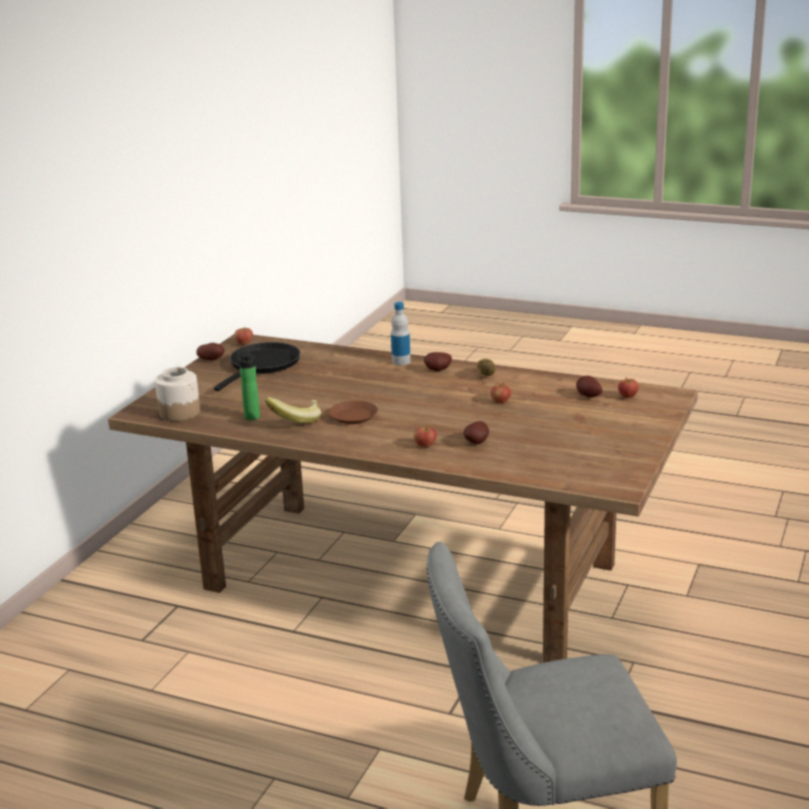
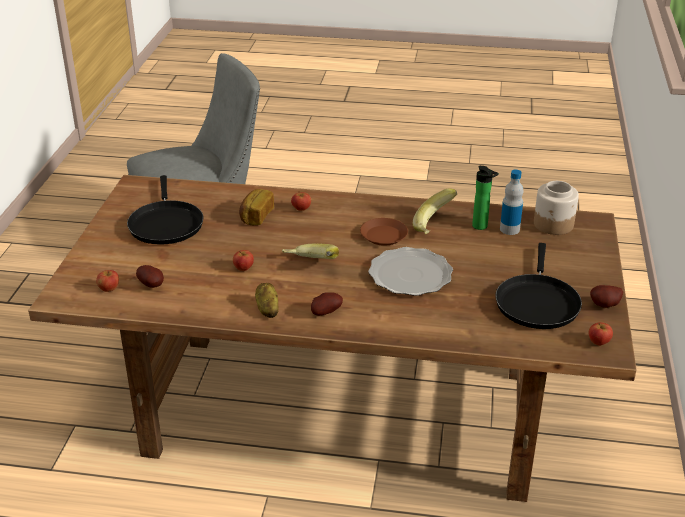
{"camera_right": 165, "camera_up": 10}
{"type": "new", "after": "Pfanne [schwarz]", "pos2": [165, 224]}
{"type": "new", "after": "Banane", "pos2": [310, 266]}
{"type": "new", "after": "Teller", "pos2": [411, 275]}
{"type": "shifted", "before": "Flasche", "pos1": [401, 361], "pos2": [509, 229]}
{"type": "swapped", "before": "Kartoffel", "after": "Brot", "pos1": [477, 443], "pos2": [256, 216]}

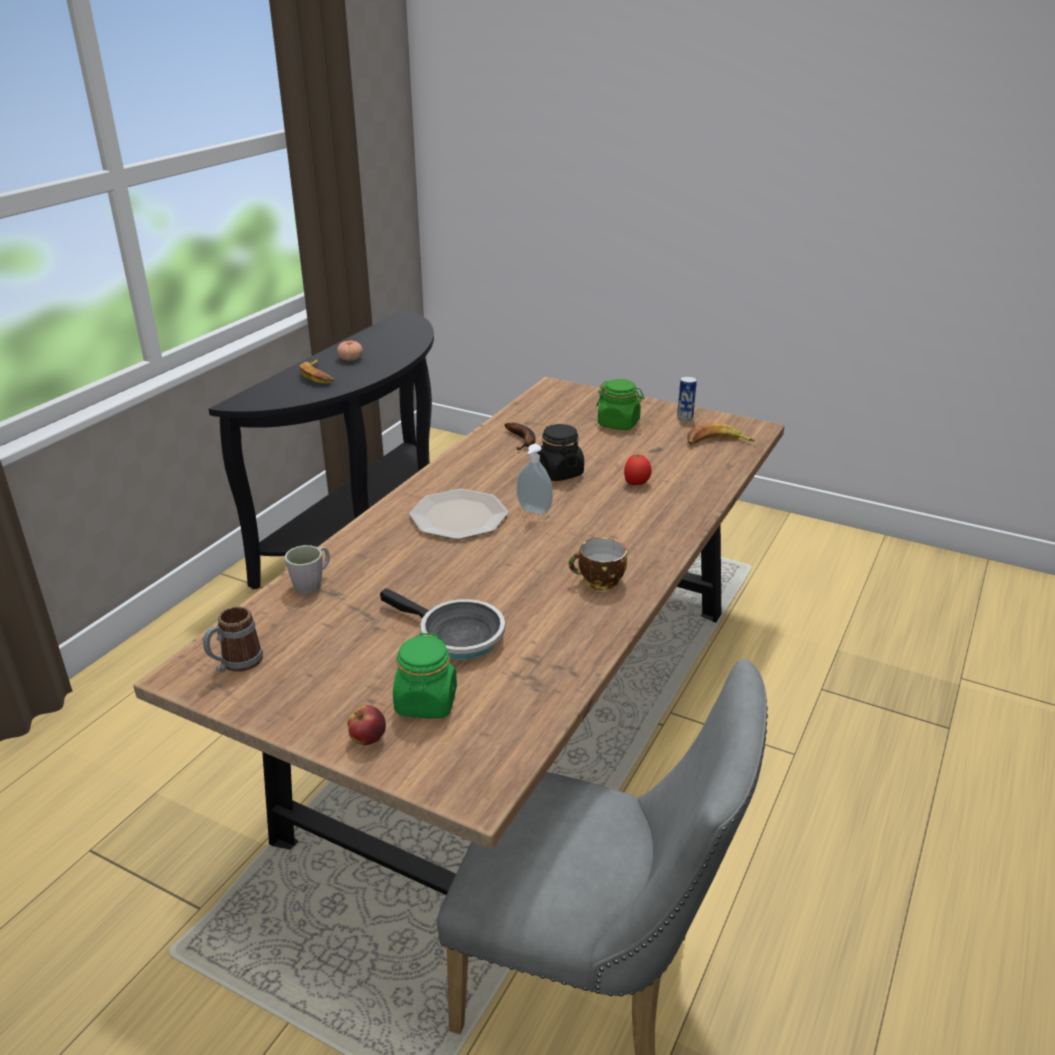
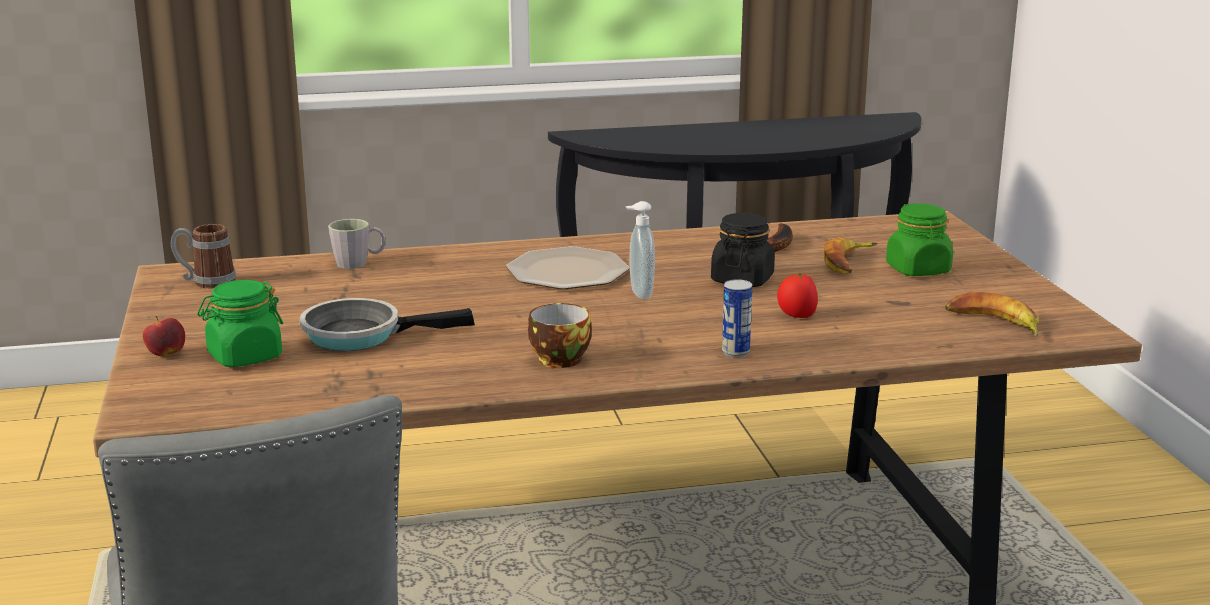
{"camera_right": 50, "camera_up": -10}
{"type": "gone", "before": "Tomate", "pos1": [350, 359]}
{"type": "shifted", "before": "Banane", "pos1": [318, 376], "pos2": [849, 263]}
{"type": "shifted", "before": "Dose", "pos1": [685, 418], "pos2": [735, 352]}
{"type": "rotated", "before": "Pfanne", "pos1": [455, 636], "pos2": [361, 335], "turn": 90}

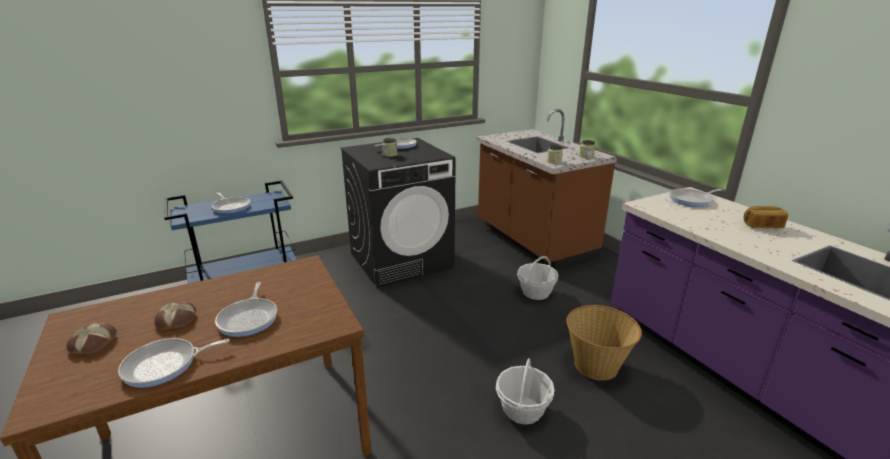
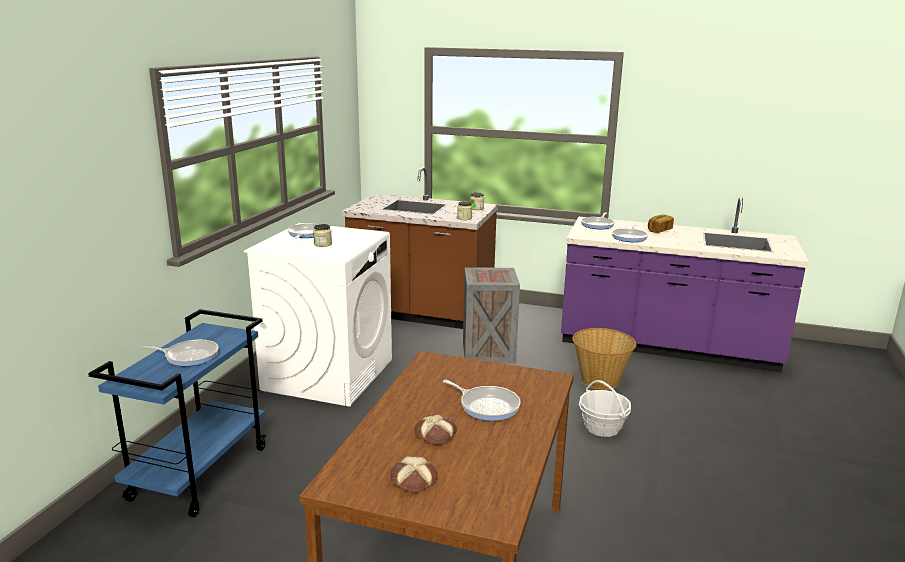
{"camera_right": -45, "camera_up": -5}
{"type": "shifted", "before": "Pfanne", "pos1": [164, 365], "pos2": [630, 237]}
{"type": "swapped", "before": "Korb", "after": "Kiste", "pos1": [535, 292], "pos2": [489, 352]}
{"type": "repainted", "before": "Waschmaschine [schwarz]", "after": "Waschmaschine [weiß]", "pos1": [401, 260], "pos2": [328, 374]}

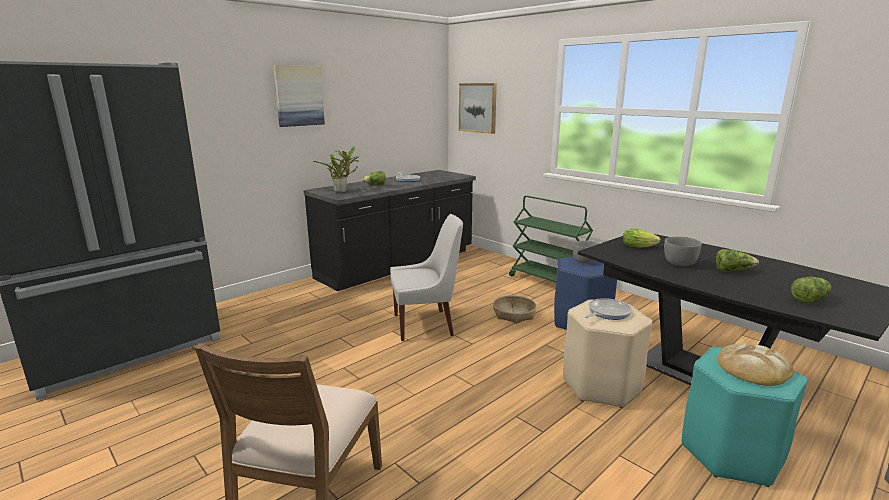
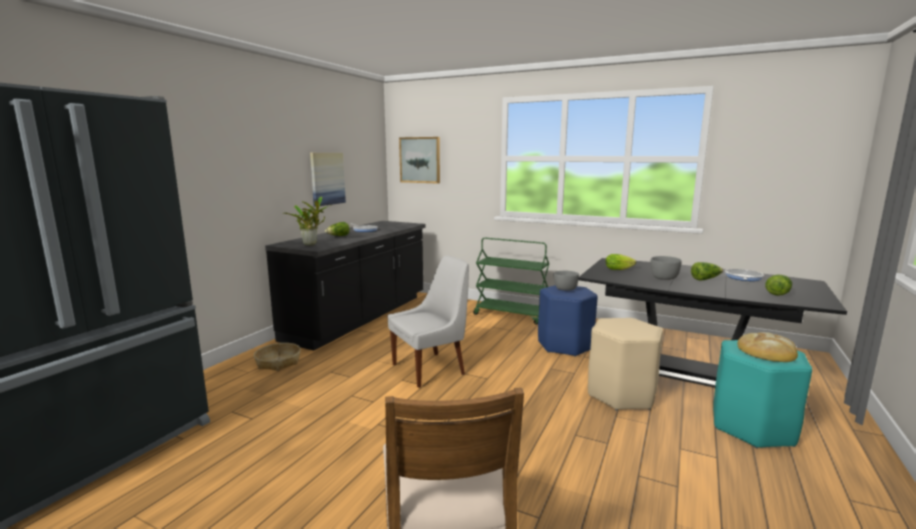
{"camera_right": -20, "camera_up": -5}
{"type": "shifted", "before": "Bild", "pos1": [299, 96], "pos2": [327, 178]}
{"type": "shifted", "before": "Korb", "pos1": [514, 314], "pos2": [278, 362]}
{"type": "shifted", "before": "Pfanne", "pos1": [607, 312], "pos2": [743, 278]}

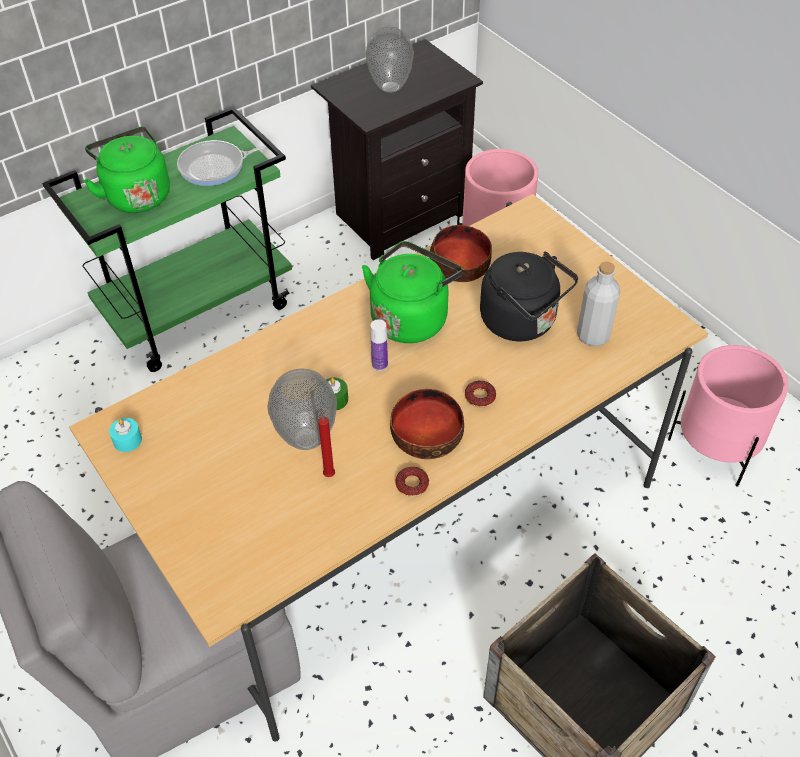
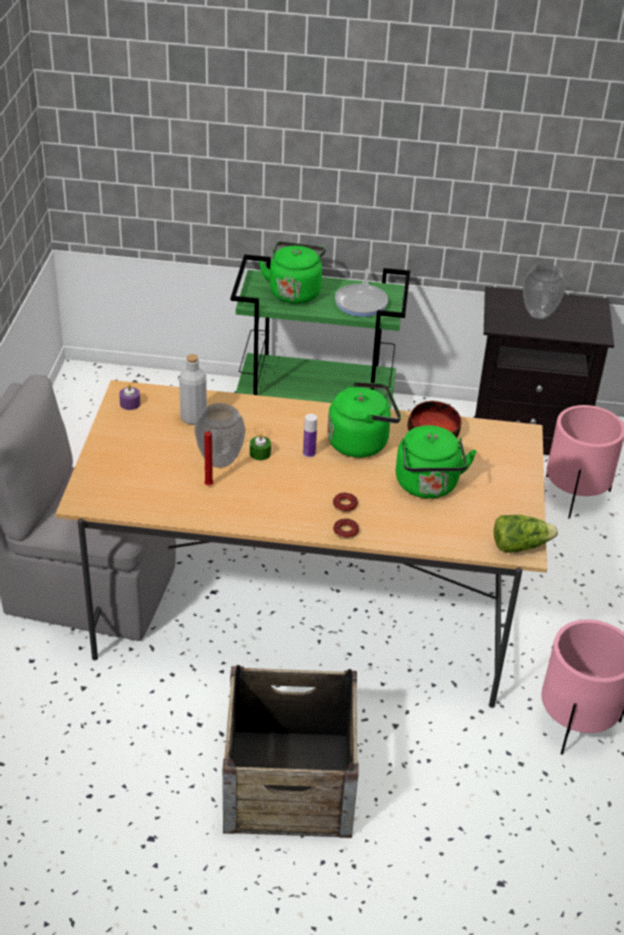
{"camera_right": 40, "camera_up": -10}
{"type": "gone", "before": "Schüssel", "pos1": [426, 434]}
{"type": "new", "after": "Salatkopf", "pos2": [519, 545]}
{"type": "shifted", "before": "Donut", "pos1": [412, 484], "pos2": [345, 531]}
{"type": "shifted", "before": "Flasche [grau]", "pos1": [593, 335], "pos2": [193, 418]}
{"type": "repainted", "before": "Kerze [türkis]", "after": "Kerze [lila]", "pos1": [127, 440], "pos2": [130, 403]}
{"type": "repainted", "before": "Wasserkessel [schwarz]", "after": "Wasserkessel [grün]", "pos1": [522, 322], "pos2": [428, 486]}
{"type": "rotated", "before": "Pfanne", "pos1": [216, 167], "pos2": [362, 302], "turn": -105}

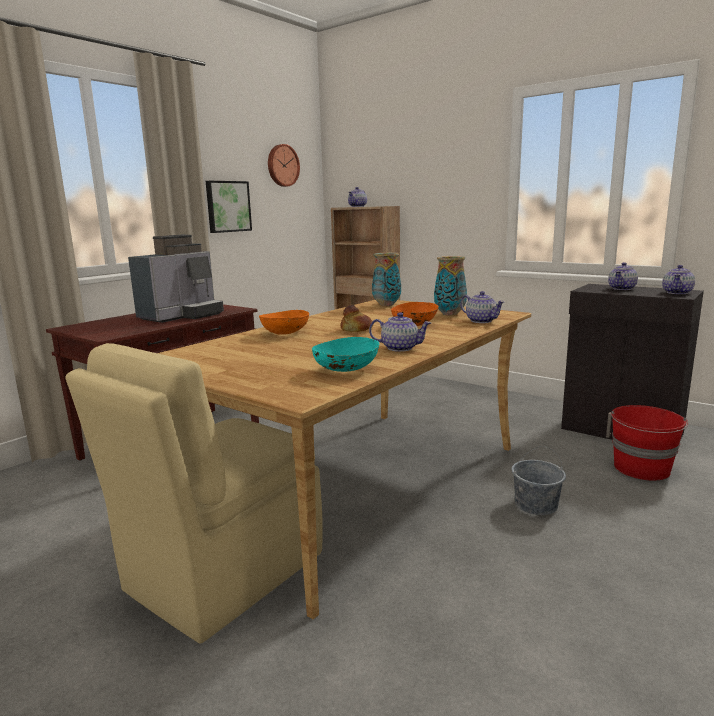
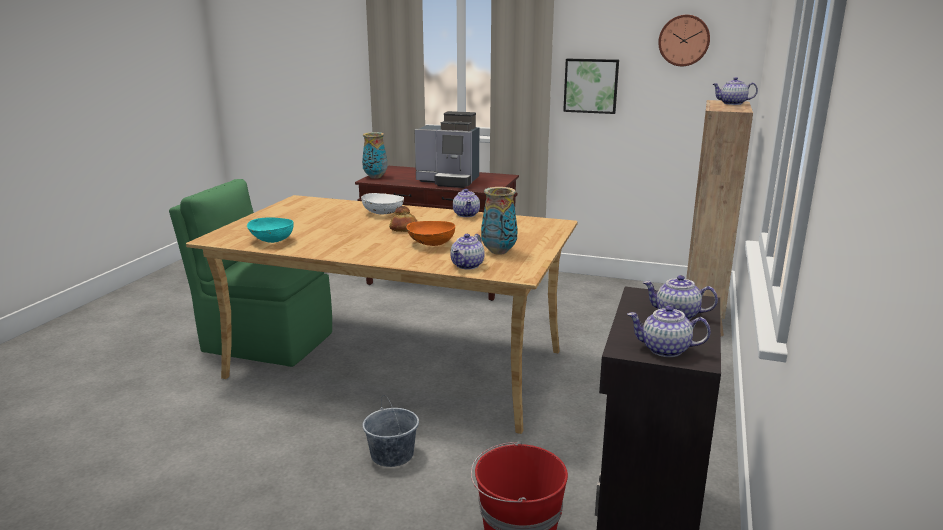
{"camera_right": 70, "camera_up": 5}
{"type": "shifted", "before": "Teekanne", "pos1": [400, 348], "pos2": [466, 215]}
{"type": "shifted", "before": "Vase", "pos1": [386, 305], "pos2": [375, 177]}
{"type": "repainted", "before": "Stuhl [beige]", "after": "Stuhl [grün]", "pos1": [221, 573], "pos2": [265, 341]}
{"type": "repainted", "before": "Schüssel [orange]", "after": "Schüssel [weiß]", "pos1": [285, 333], "pos2": [383, 213]}

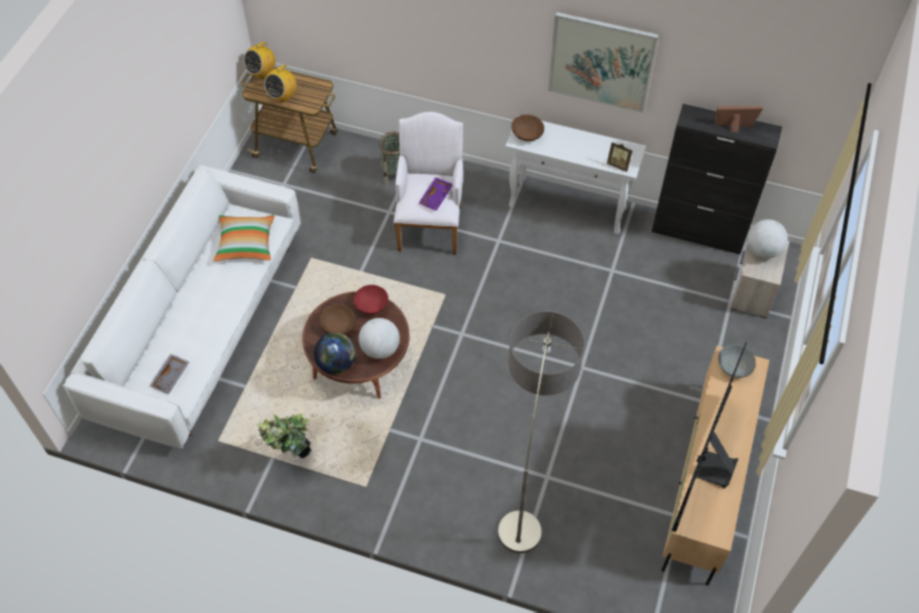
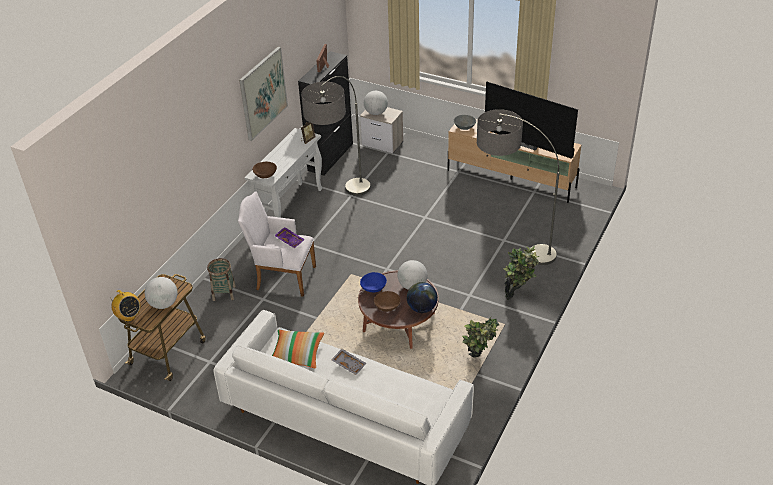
{"camera_right": -80, "camera_up": -15}
{"type": "new", "after": "Stehlampe", "pos2": [341, 204]}
{"type": "new", "after": "Topfpflanze", "pos2": [518, 295]}
{"type": "shifted", "before": "Tablett [grau]", "pos1": [171, 377], "pos2": [349, 364]}
{"type": "swapped", "before": "Radio", "after": "Globus", "pos1": [282, 96], "pos2": [164, 304]}
{"type": "repainted", "before": "Schüssel [rot]", "after": "Schüssel [blau]", "pos1": [372, 305], "pos2": [374, 287]}

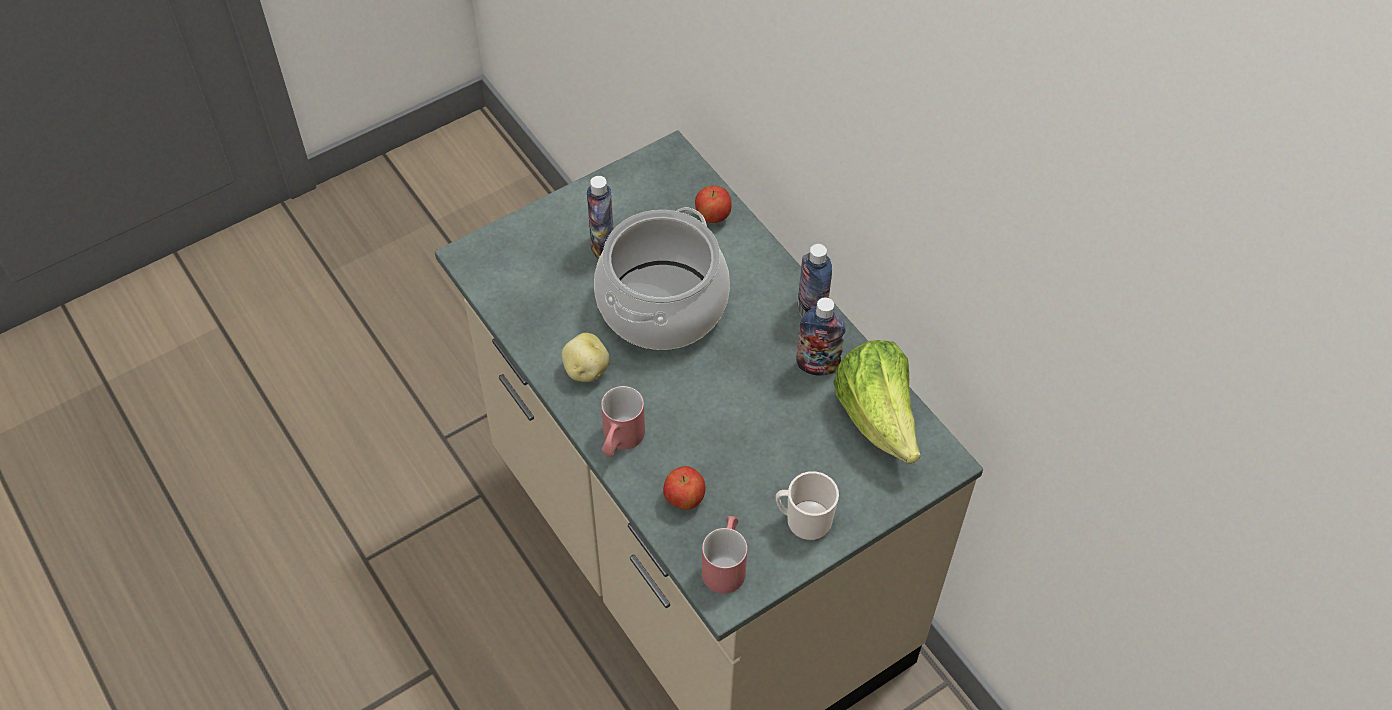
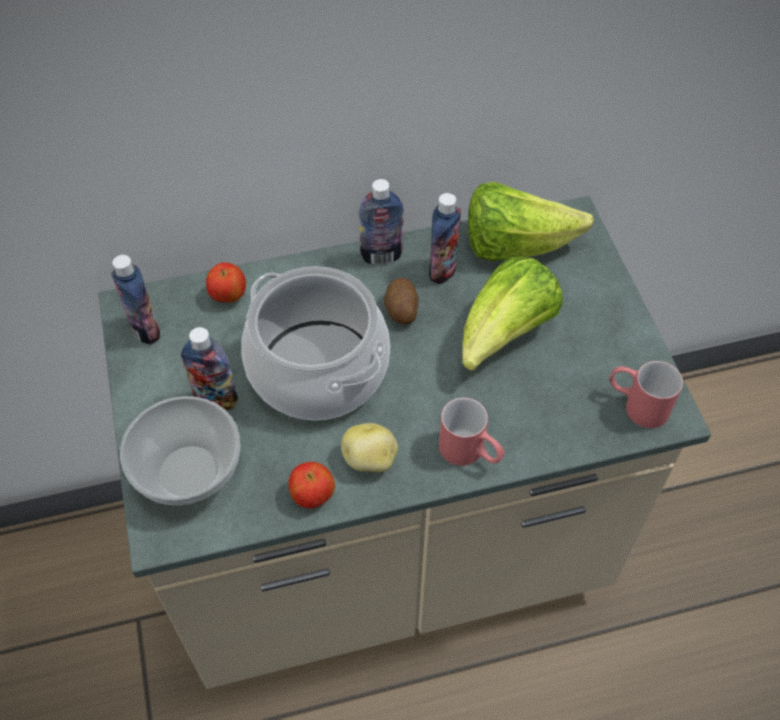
{"camera_right": -70, "camera_up": 0}
{"type": "gone", "before": "Henkelbecher", "pos1": [803, 520]}
{"type": "new", "after": "Flasche", "pos2": [145, 330]}
{"type": "new", "after": "Schüssel", "pos2": [189, 475]}
{"type": "new", "after": "Kartoffel", "pos2": [401, 310]}
{"type": "new", "after": "Salatkopf", "pos2": [504, 335]}
{"type": "shifted", "before": "Apfel", "pos1": [684, 499], "pos2": [313, 495]}

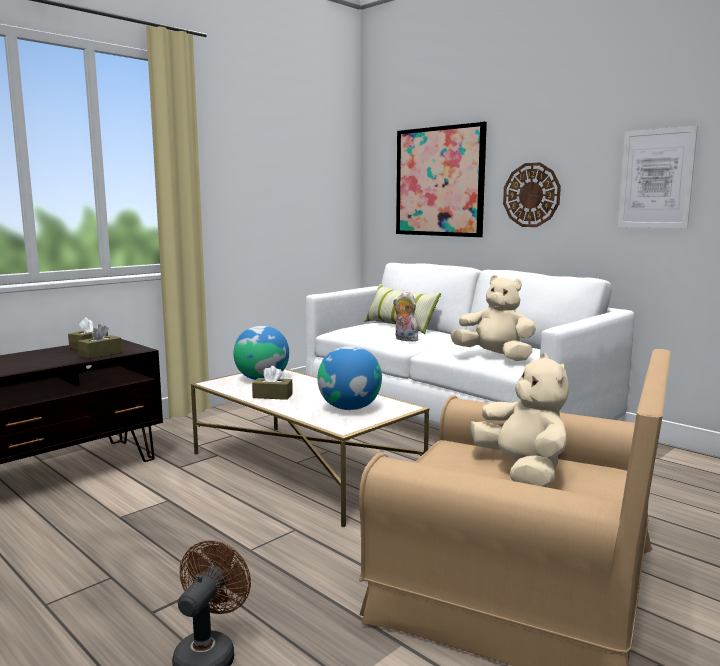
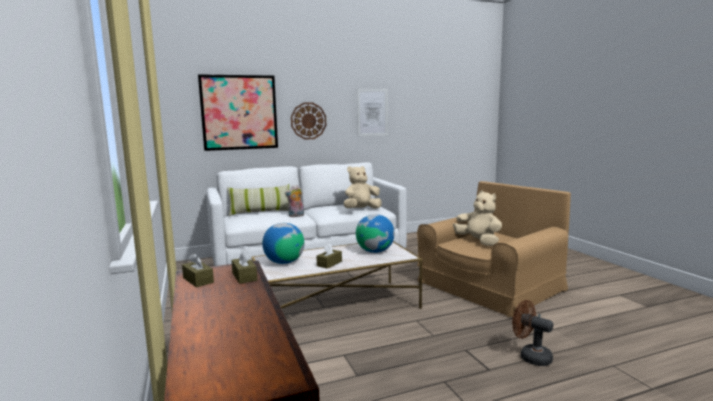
{"camera_right": -65, "camera_up": 0}
{"type": "rotated", "before": "Plüschtier [beige]", "pos1": [522, 472], "pos2": [478, 242], "turn": 45}

